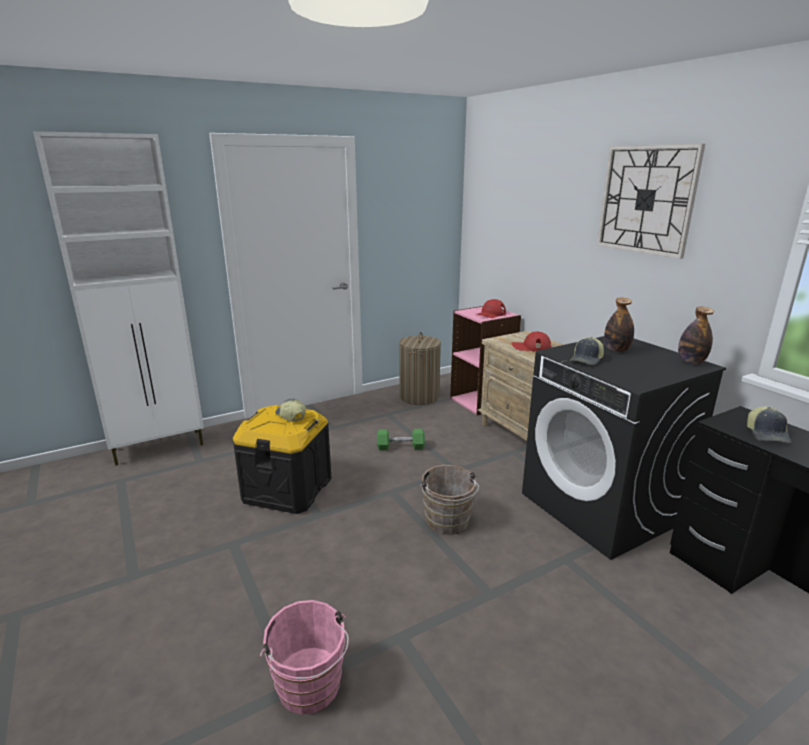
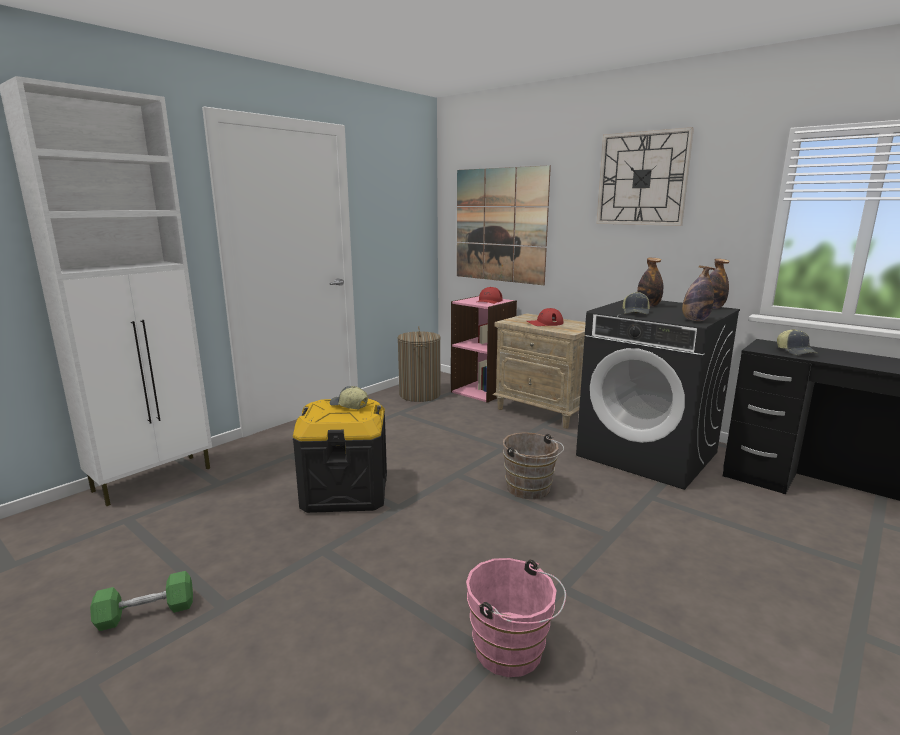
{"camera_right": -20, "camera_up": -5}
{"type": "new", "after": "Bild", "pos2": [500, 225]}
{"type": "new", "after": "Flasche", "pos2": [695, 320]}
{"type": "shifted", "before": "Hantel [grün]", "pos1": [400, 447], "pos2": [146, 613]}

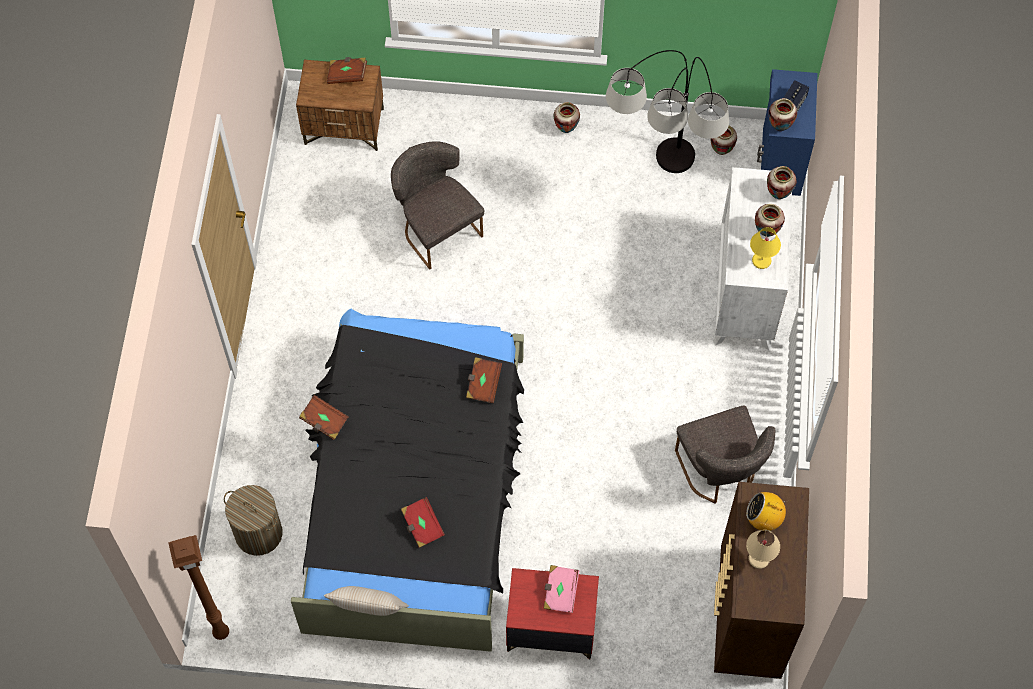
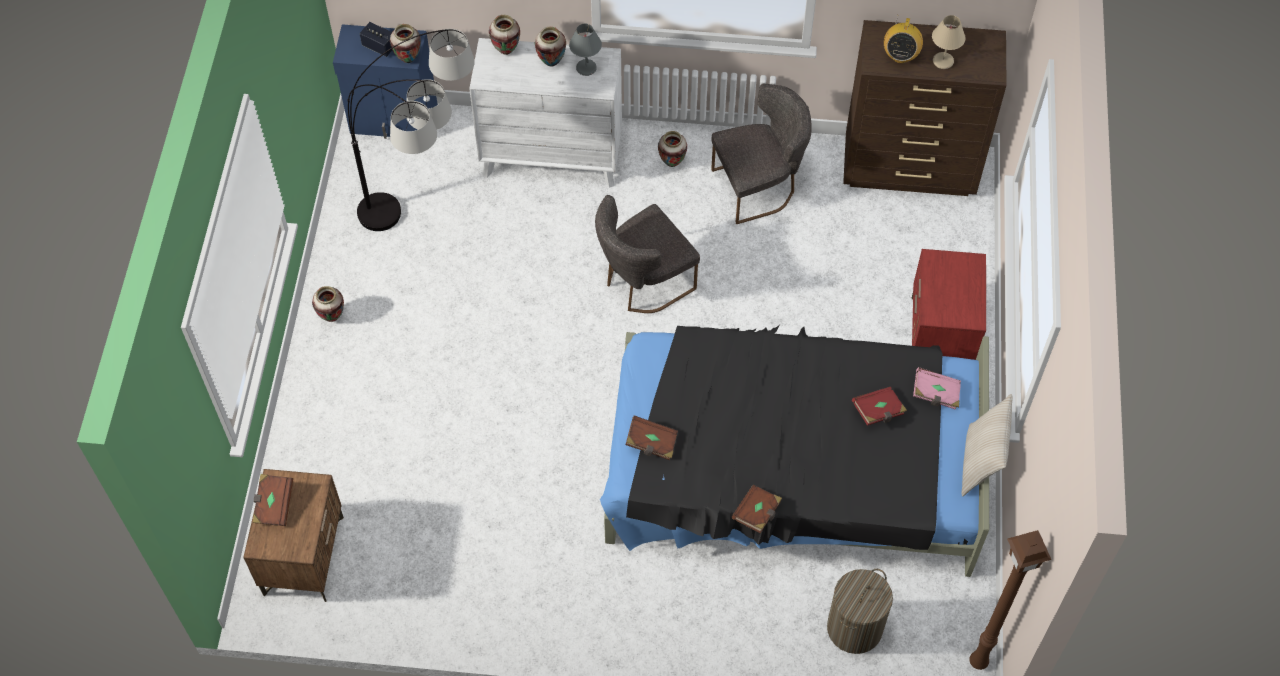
{"camera_right": -90, "camera_up": -5}
{"type": "shifted", "before": "Stuhl [grau]", "pos1": [436, 228], "pos2": [643, 283]}
{"type": "shifted", "before": "Buch [braun]", "pos1": [483, 384], "pos2": [651, 443]}
{"type": "shifted", "before": "Buch [rosa]", "pos1": [560, 592], "pos2": [935, 394]}
{"type": "shifted", "before": "Vase", "pos1": [721, 151], "pos2": [672, 163]}
{"type": "repainted", "before": "Tischlampe [gelb]", "after": "Tischlampe [grau]", "pos1": [761, 261], "pos2": [586, 68]}

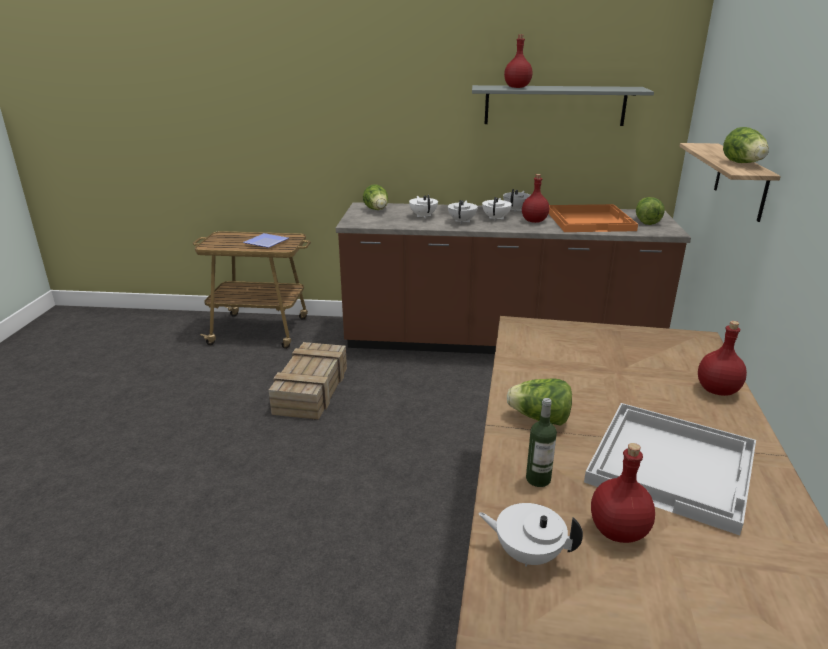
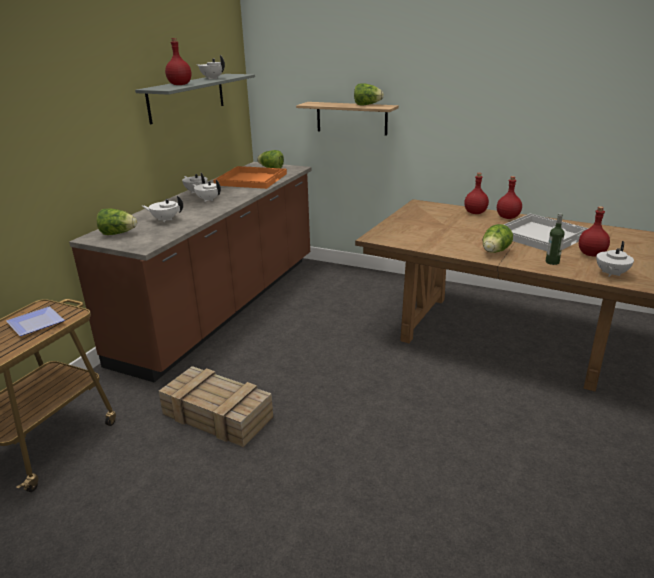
{"camera_right": -70, "camera_up": 0}
{"type": "shifted", "before": "Teekanne [weiß]", "pos1": [462, 221], "pos2": [212, 78]}
{"type": "shifted", "before": "Flasche [rot]", "pos1": [534, 221], "pos2": [507, 217]}

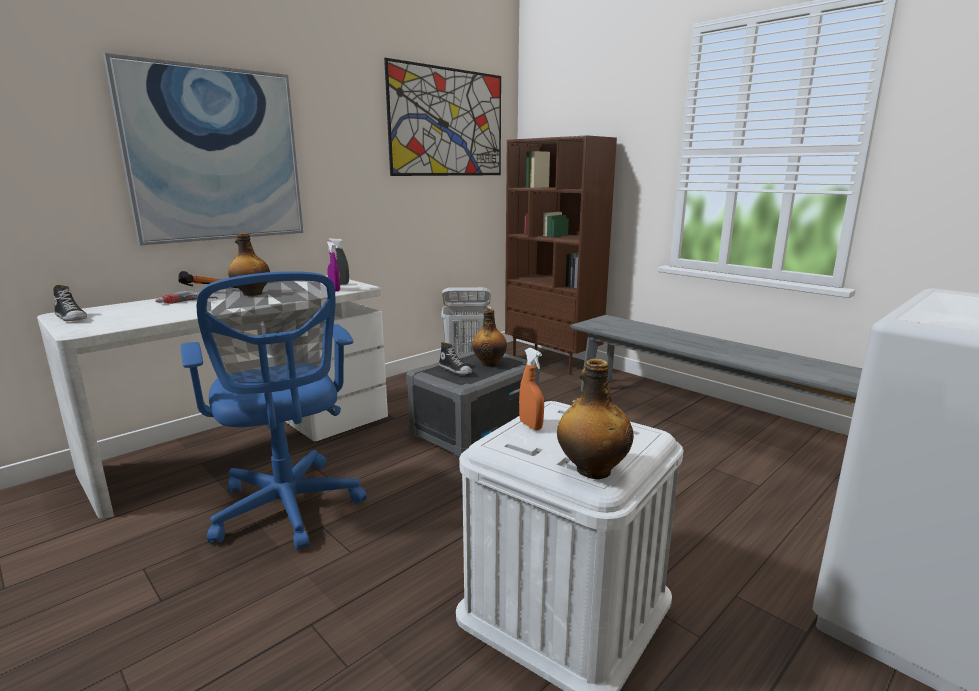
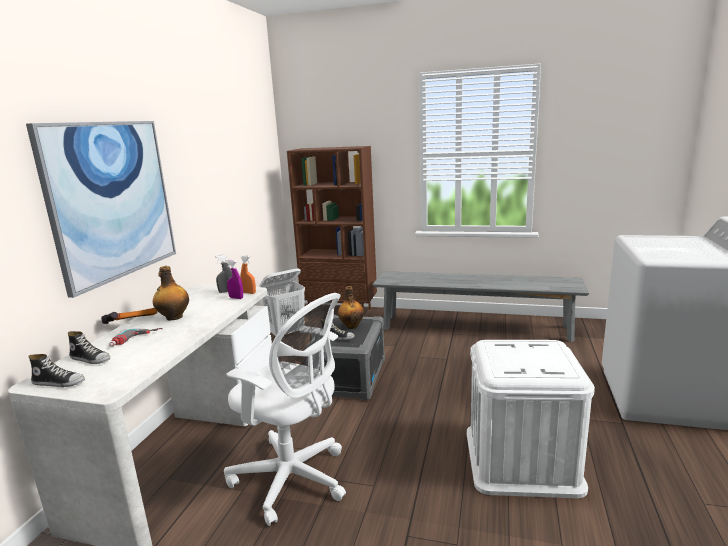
{"camera_right": -30, "camera_up": 0}
{"type": "gone", "before": "Bild", "pos1": [448, 123]}
{"type": "gone", "before": "Flasche", "pos1": [592, 470]}
{"type": "new", "after": "Schuh", "pos2": [91, 359]}
{"type": "shifted", "before": "Sprühflasche [orange]", "pos1": [530, 425], "pos2": [249, 293]}
{"type": "repainted", "before": "Bürostuhl [blau]", "after": "Bürostuhl [weiß]", "pos1": [288, 510], "pos2": [294, 480]}

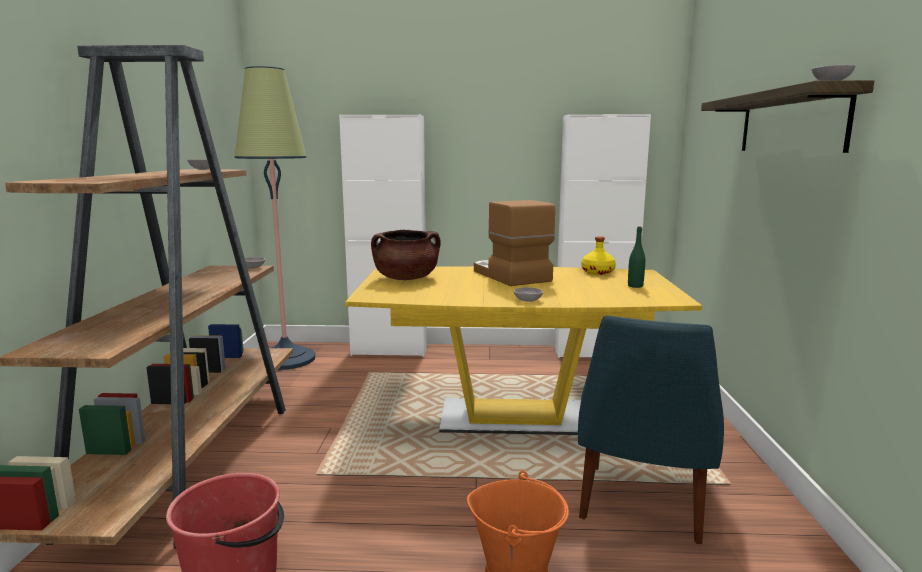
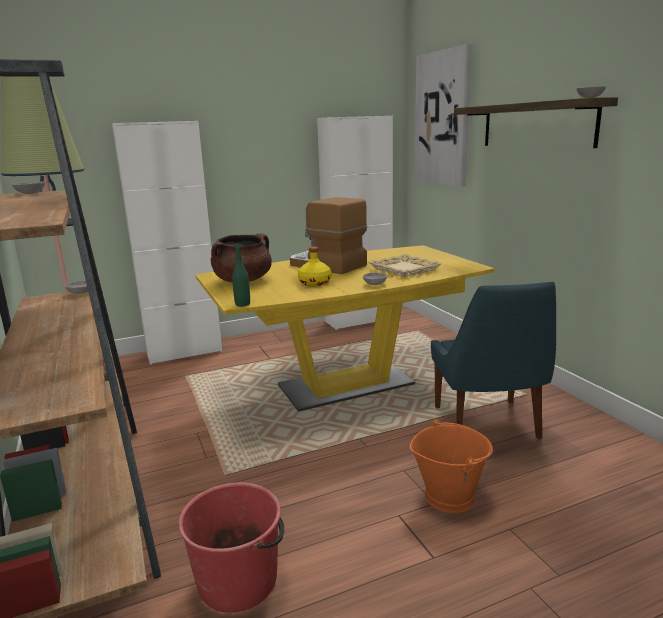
{"camera_right": -25, "camera_up": 5}
{"type": "new", "after": "Tablett [beige]", "pos2": [403, 269]}
{"type": "new", "after": "Bild", "pos2": [442, 119]}
{"type": "shifted", "before": "Flasche [gelb]", "pos1": [598, 272], "pos2": [315, 283]}
{"type": "shifted", "before": "Flasche [grün]", "pos1": [635, 286], "pos2": [242, 304]}

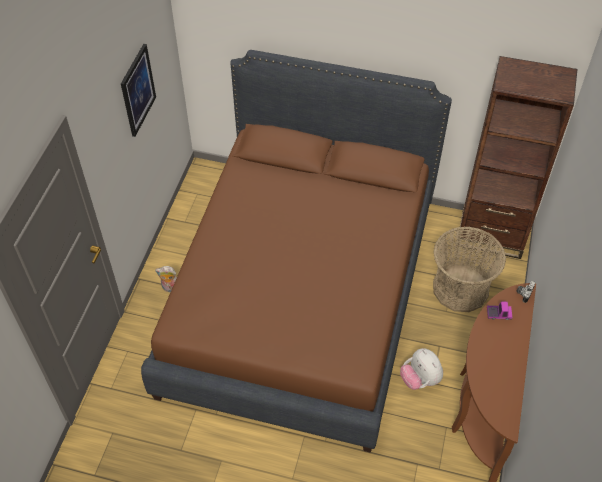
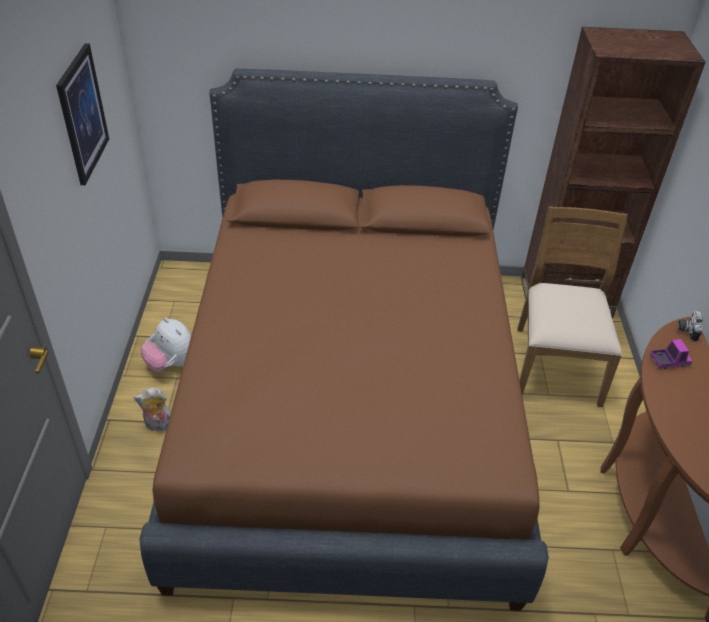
{"camera_right": -15, "camera_up": -10}
{"type": "shifted", "before": "Plüschtier", "pos1": [420, 379], "pos2": [172, 364]}
{"type": "swapped", "before": "Korb", "after": "Stuhl [braun]", "pos1": [460, 288], "pos2": [555, 364]}

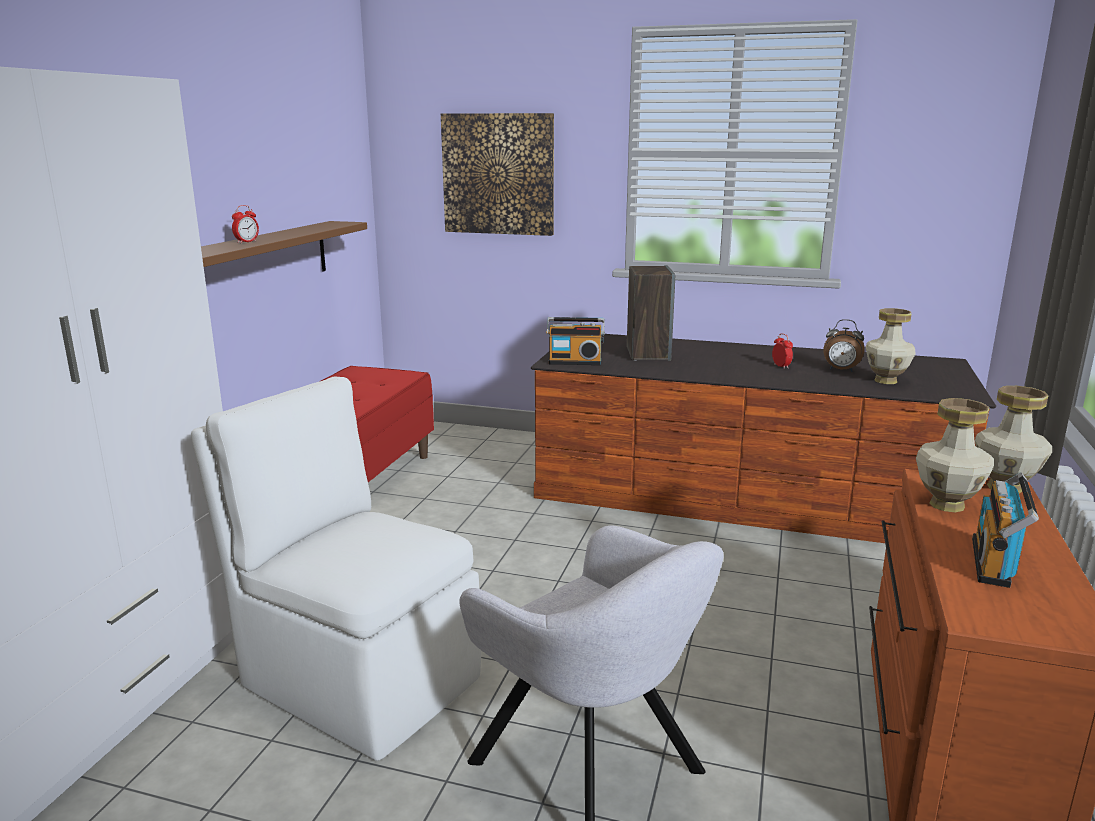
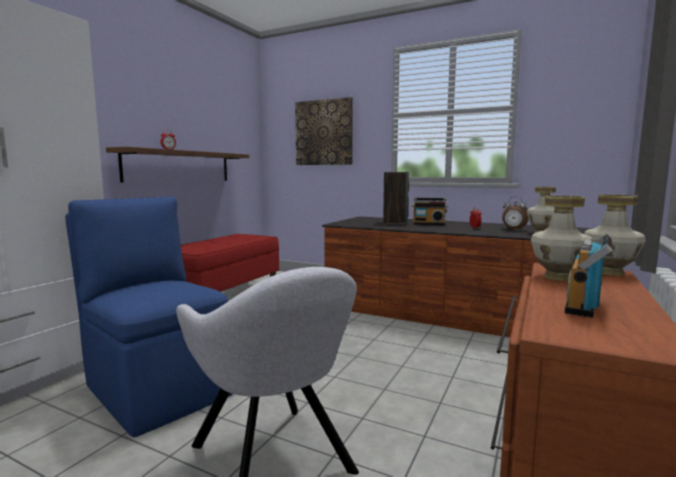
{"camera_right": 10, "camera_up": -10}
{"type": "shifted", "before": "Radio", "pos1": [575, 362], "pos2": [429, 224]}
{"type": "repainted", "before": "Stuhl [weiß]", "after": "Stuhl [blau]", "pos1": [357, 679], "pos2": [158, 388]}

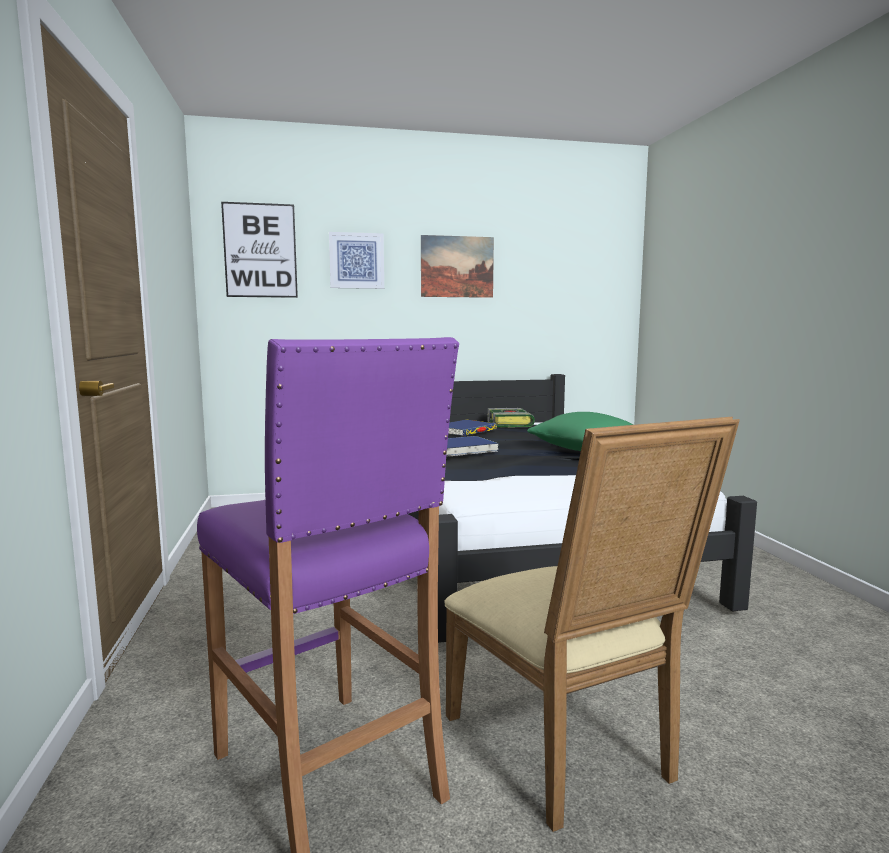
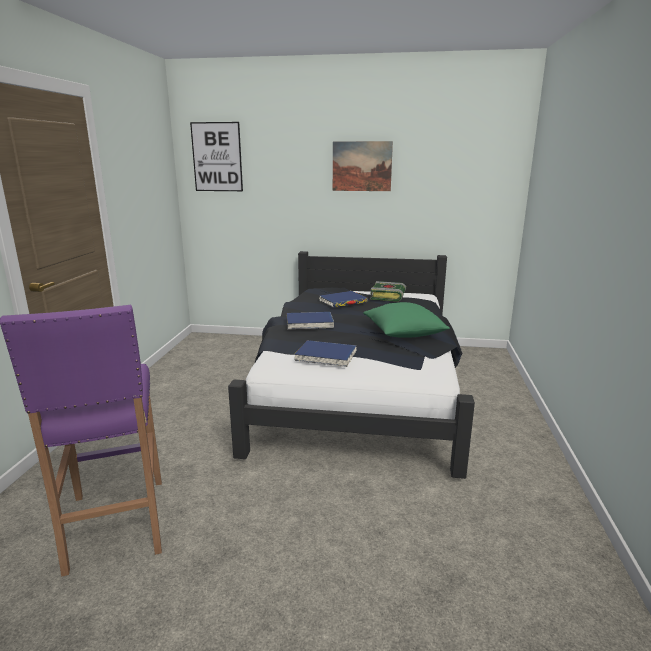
{"camera_right": 20, "camera_up": 10}
{"type": "gone", "before": "Bild", "pos1": [356, 261]}
{"type": "gone", "before": "Stuhl [beige]", "pos1": [567, 751]}
{"type": "new", "after": "Buch [blau]", "pos2": [326, 356]}

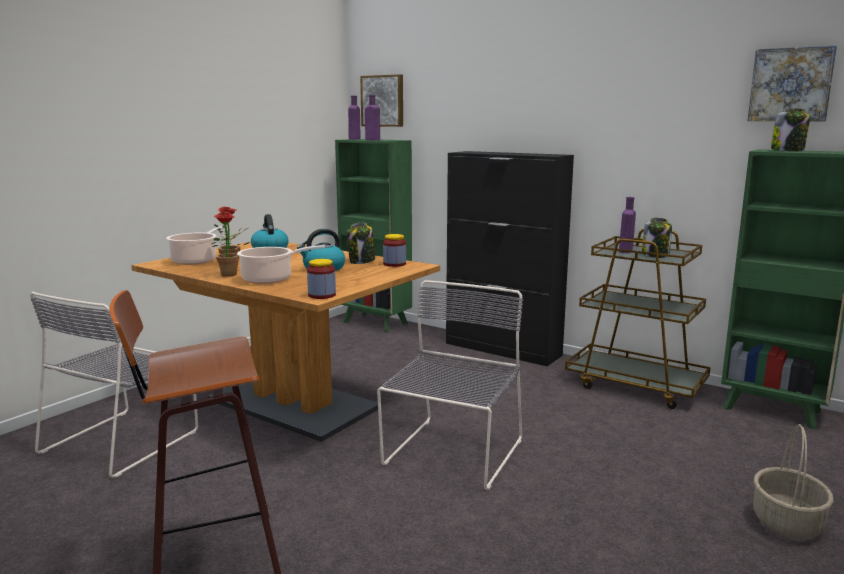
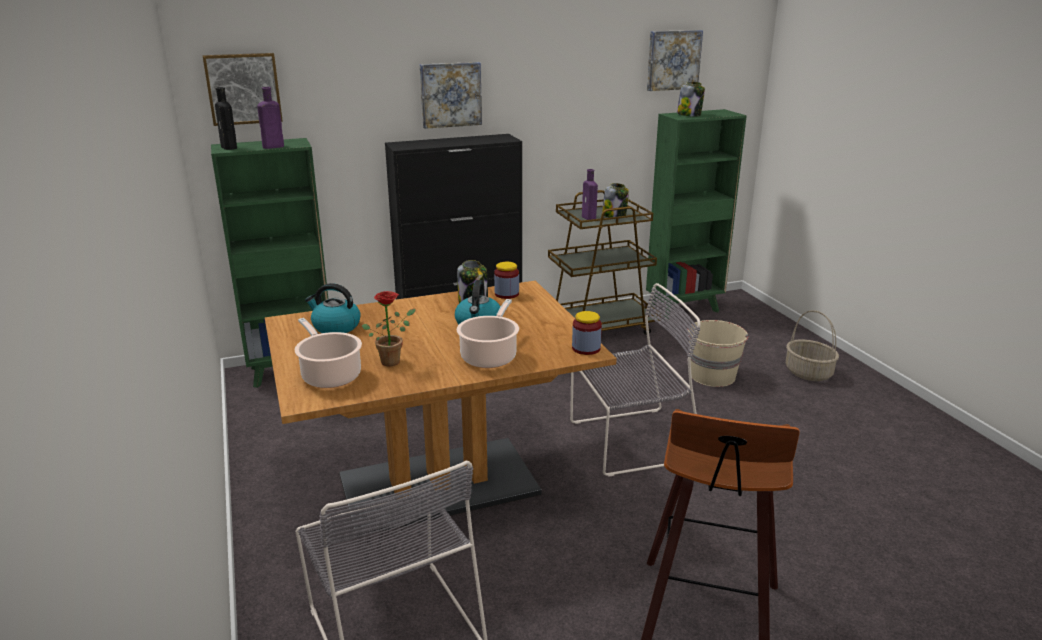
{"camera_right": -55, "camera_up": 10}
{"type": "gone", "before": "Topfpflanze", "pos1": [228, 275]}
{"type": "new", "after": "Bild", "pos2": [450, 94]}
{"type": "new", "after": "Eimer [beige]", "pos2": [712, 376]}
{"type": "repainted", "before": "Flasche [lila]", "after": "Flasche [schwarz]", "pos1": [354, 139], "pos2": [229, 148]}
{"type": "rotated", "before": "Stuhl [grau]", "pos1": [452, 454], "pos2": [629, 441], "turn": 105}

